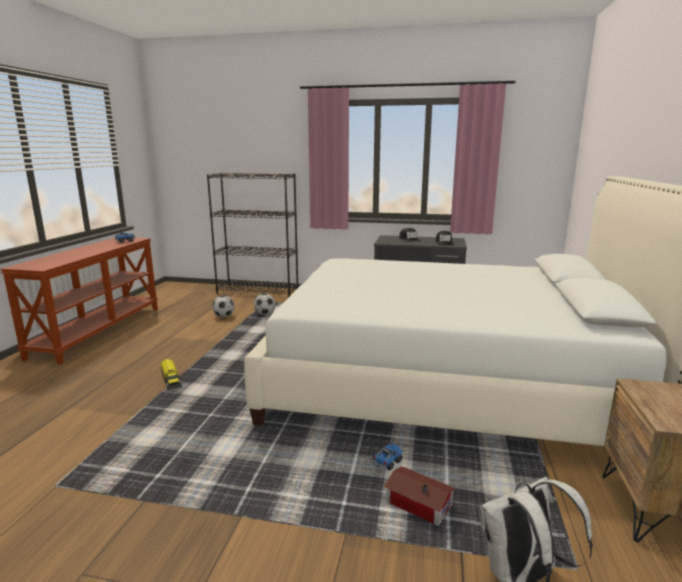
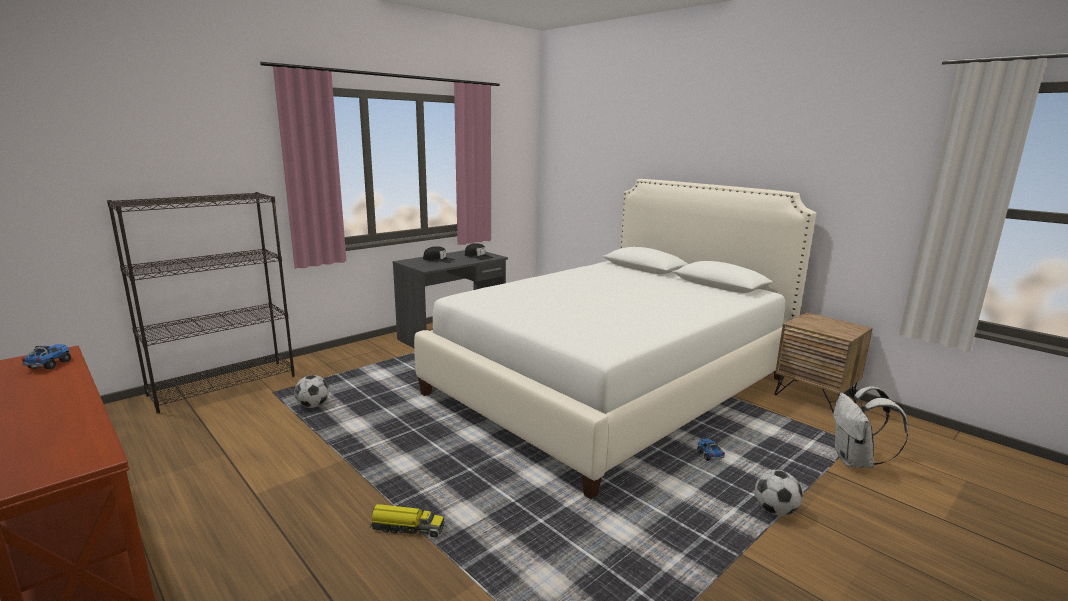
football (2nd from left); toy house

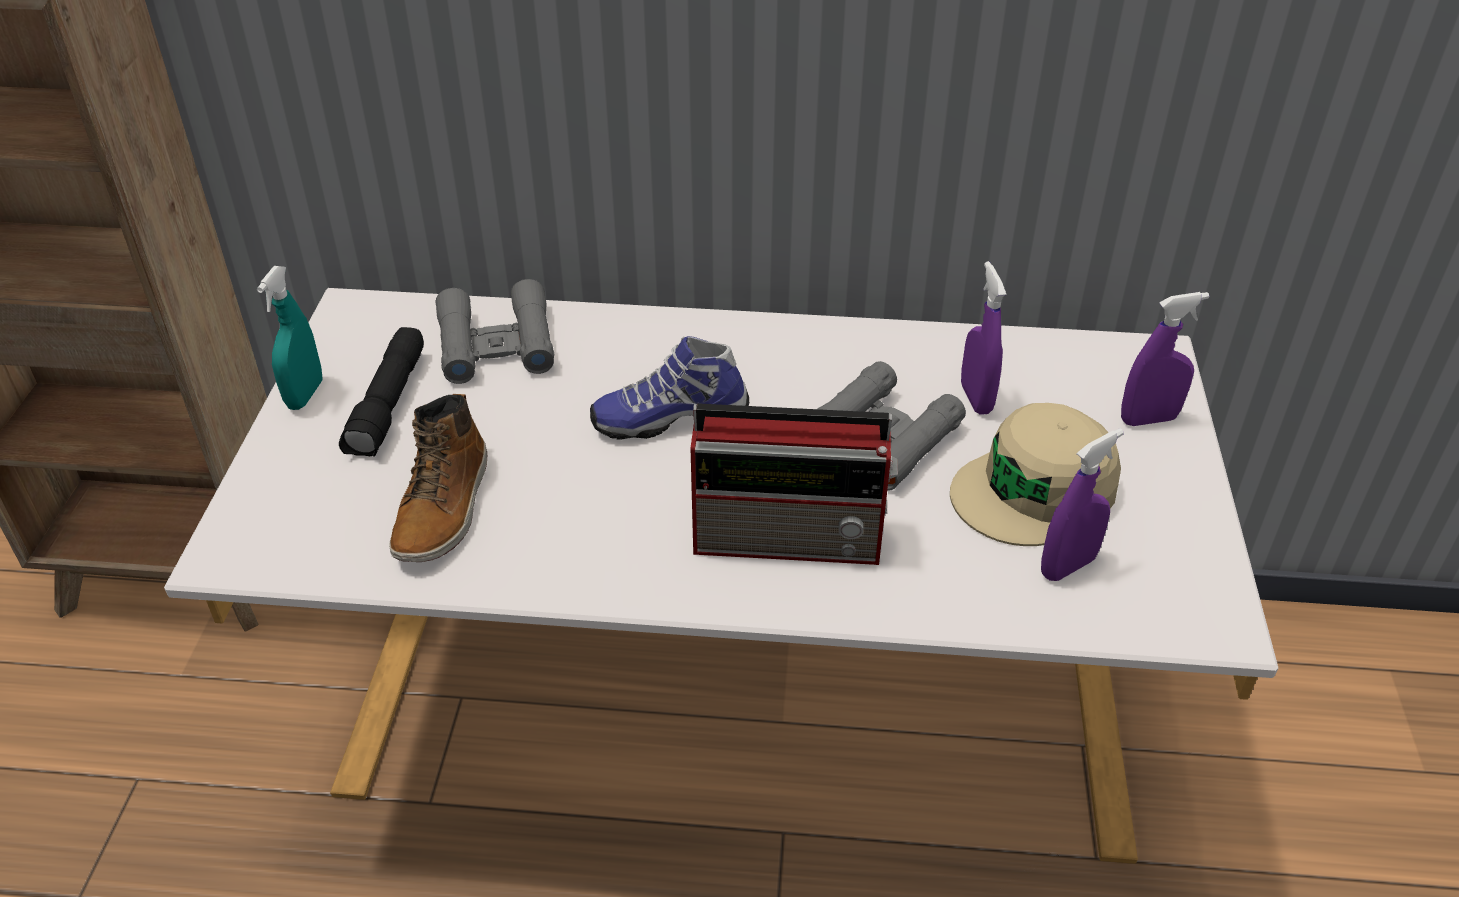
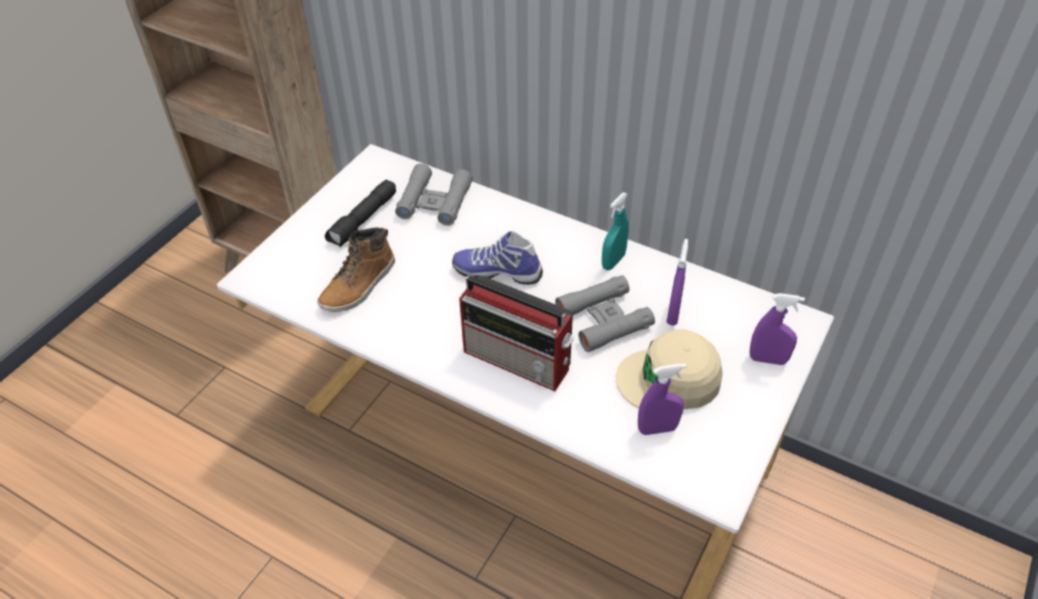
turquoise spray bottle

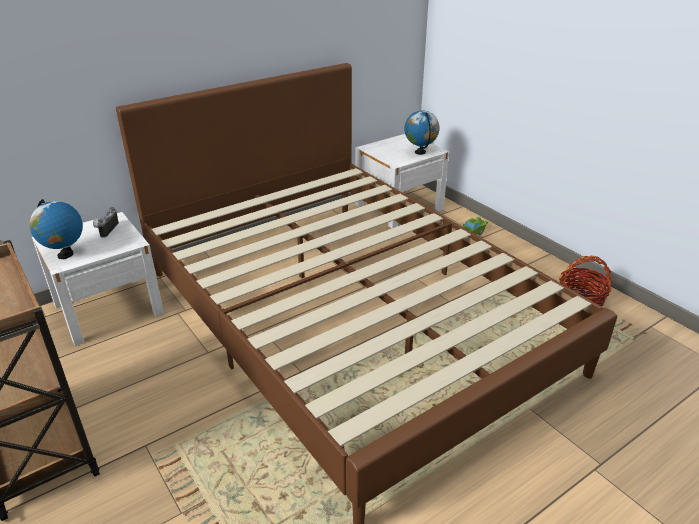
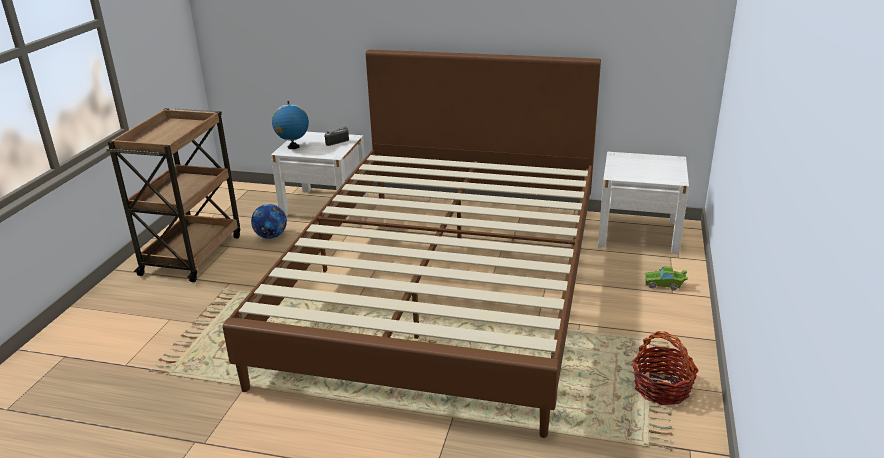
globe (2nd from left in the first image); football

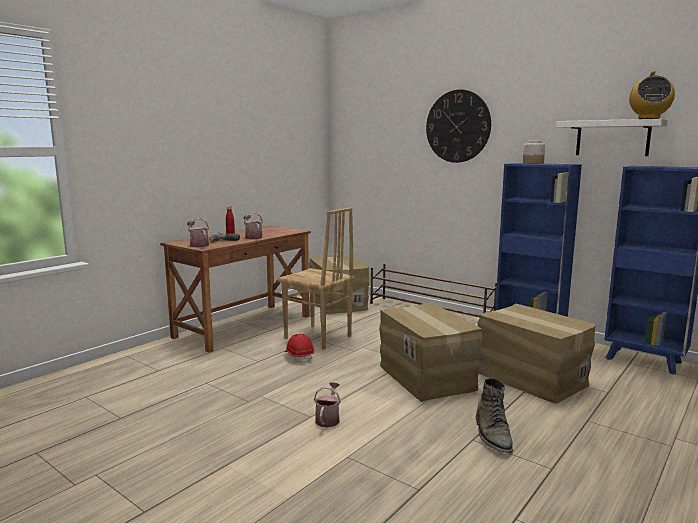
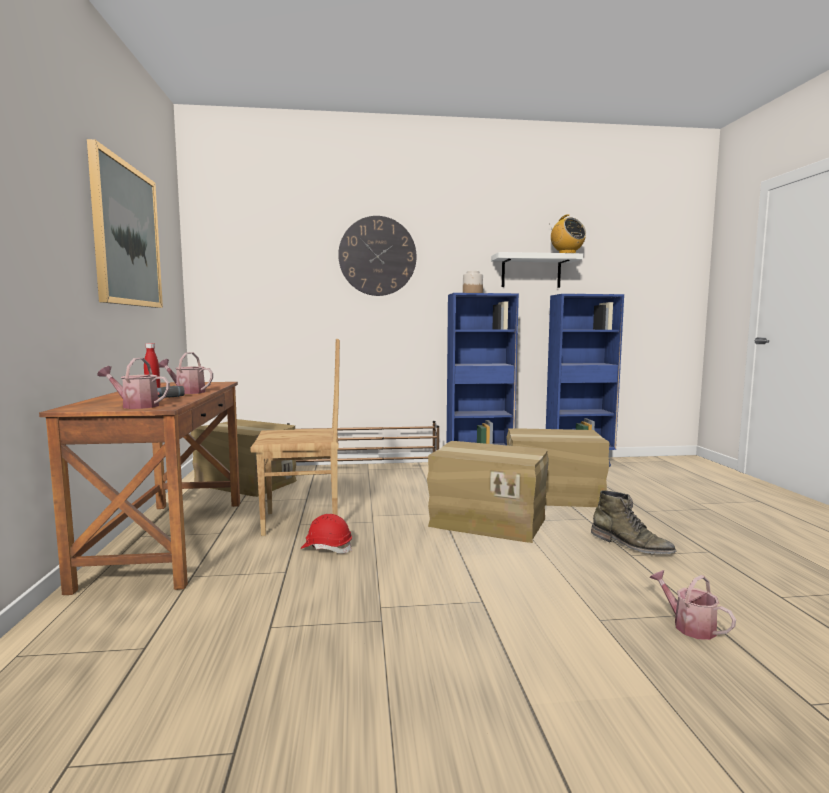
watering can (3rd from left); picture

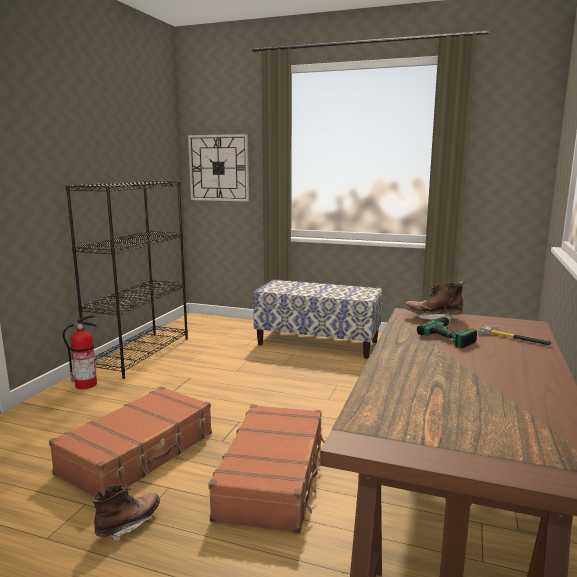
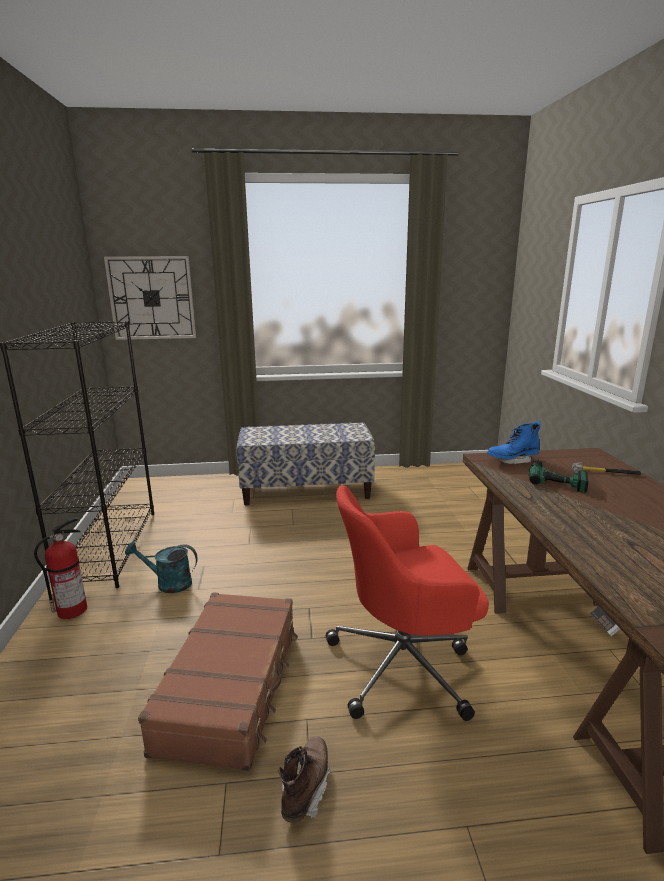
red office chair; blue boot; turquoise watering can

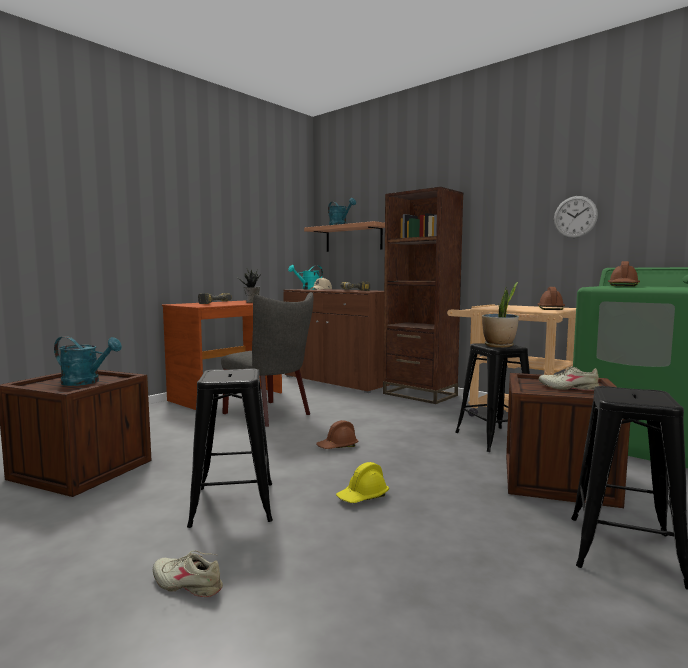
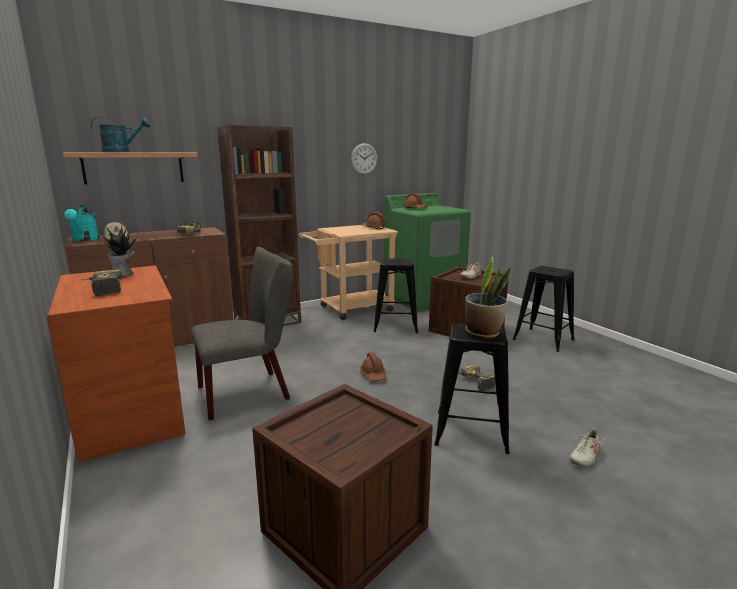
turquoise watering can (1st from left in the first image); power drill (3rd from left); potted plant (2nd from left)

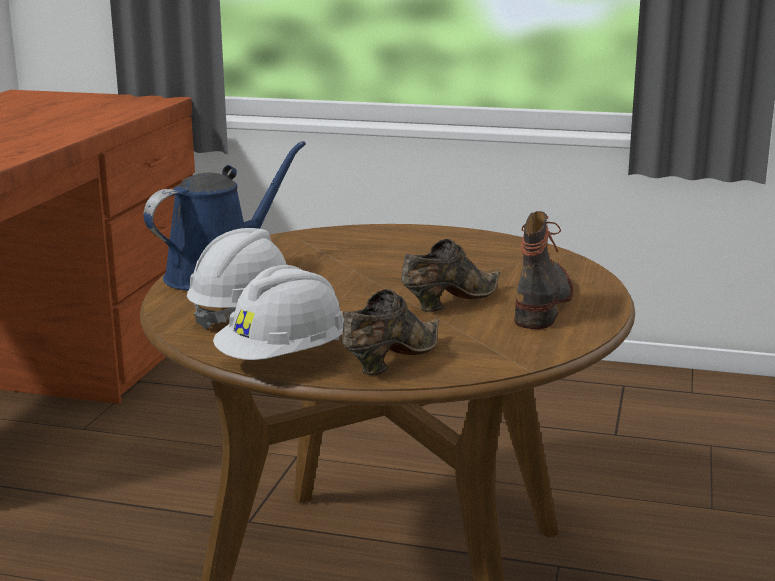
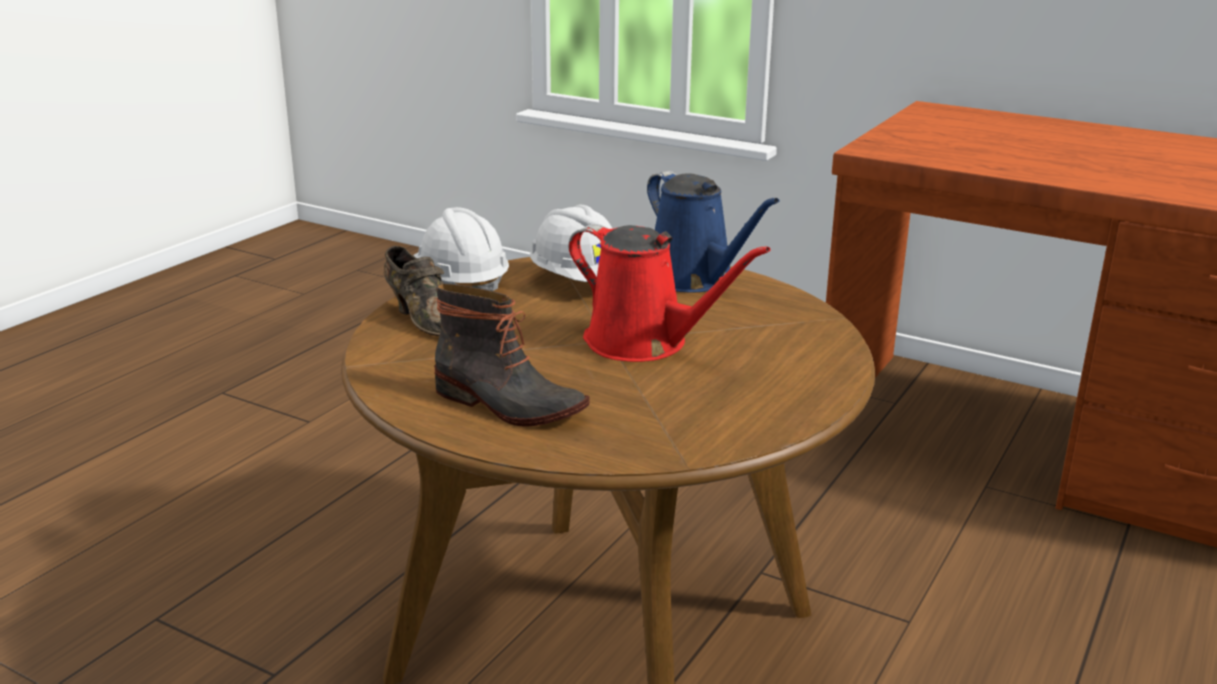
brown shoe (2nd from left in the first image); red watering can

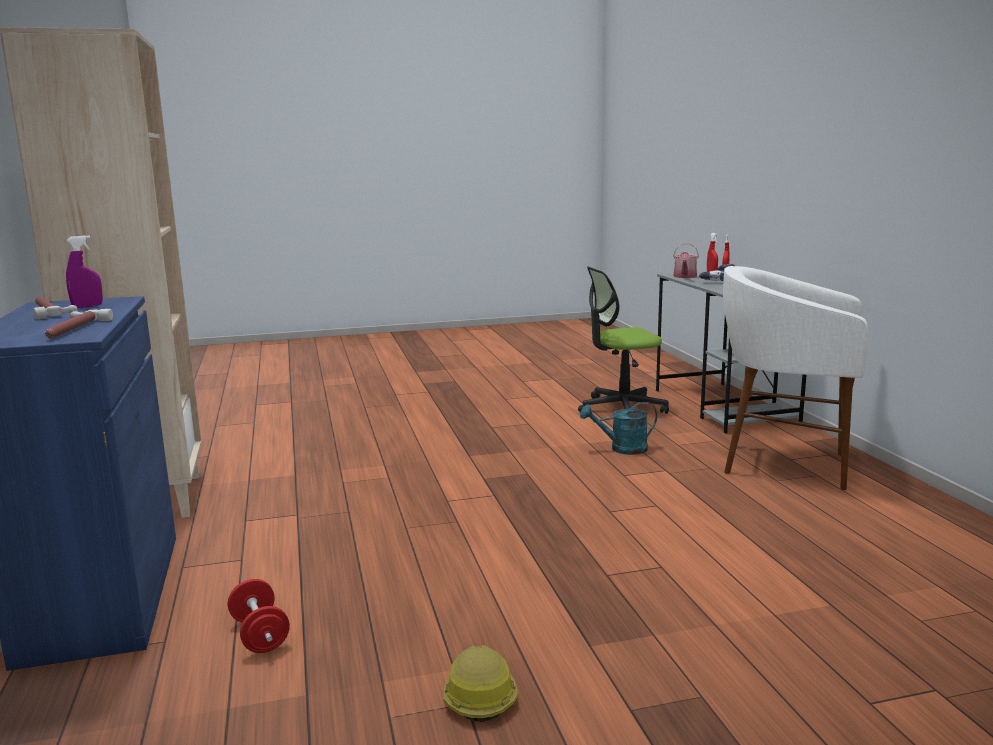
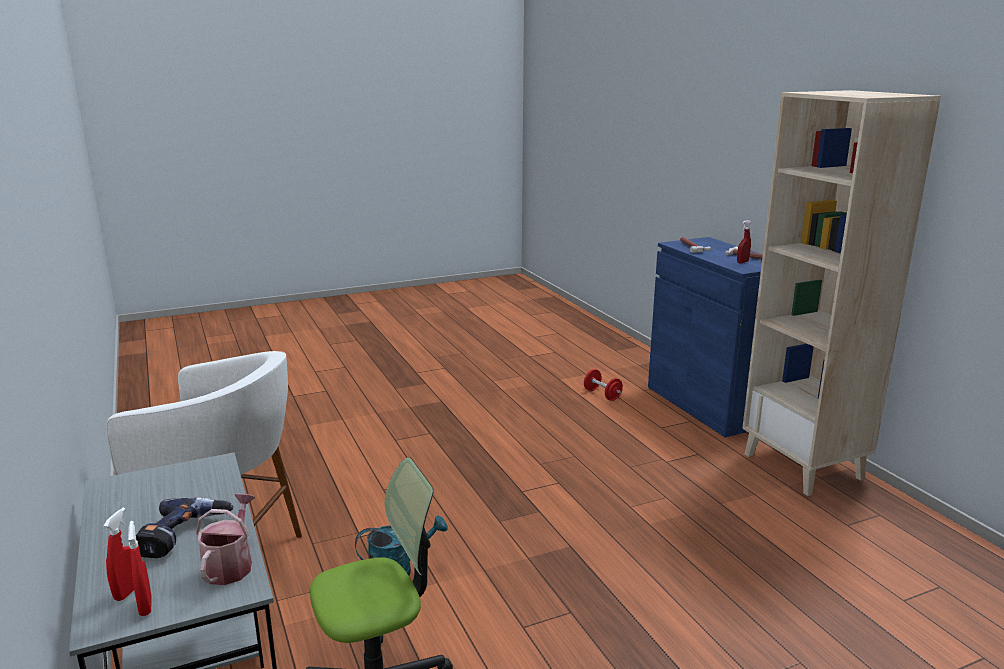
red spray bottle (3rd from left); hard hat

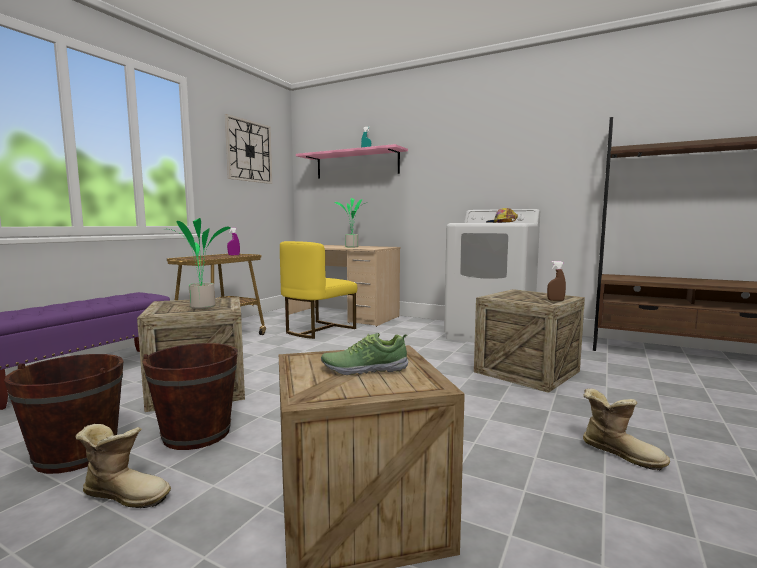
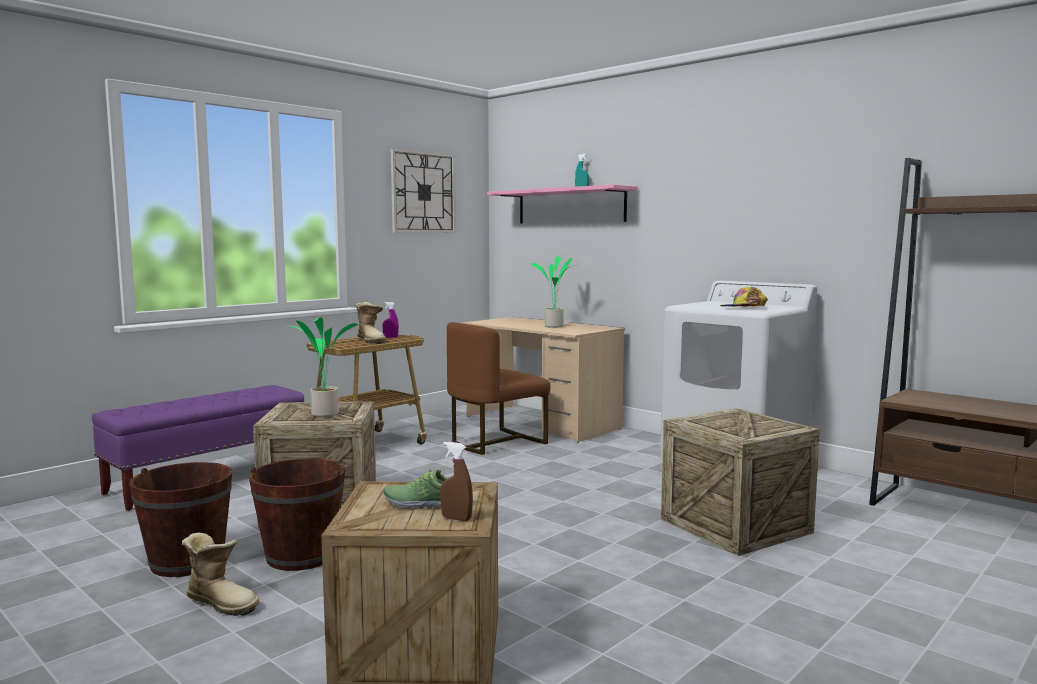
brown chair; brown spray bottle; boot (2nd from left)

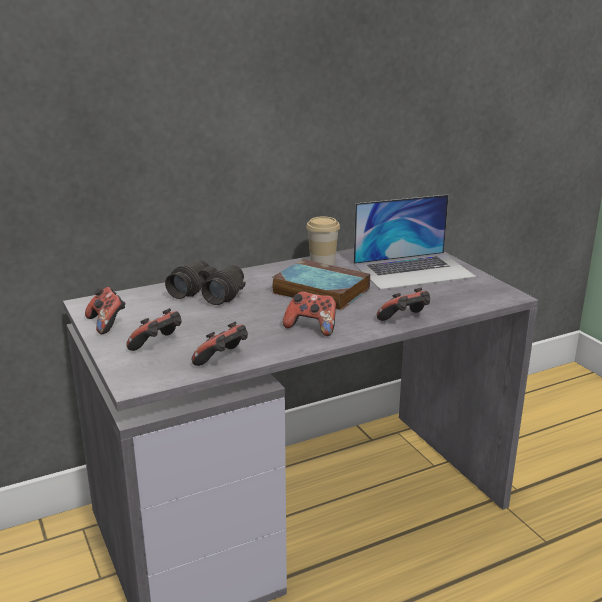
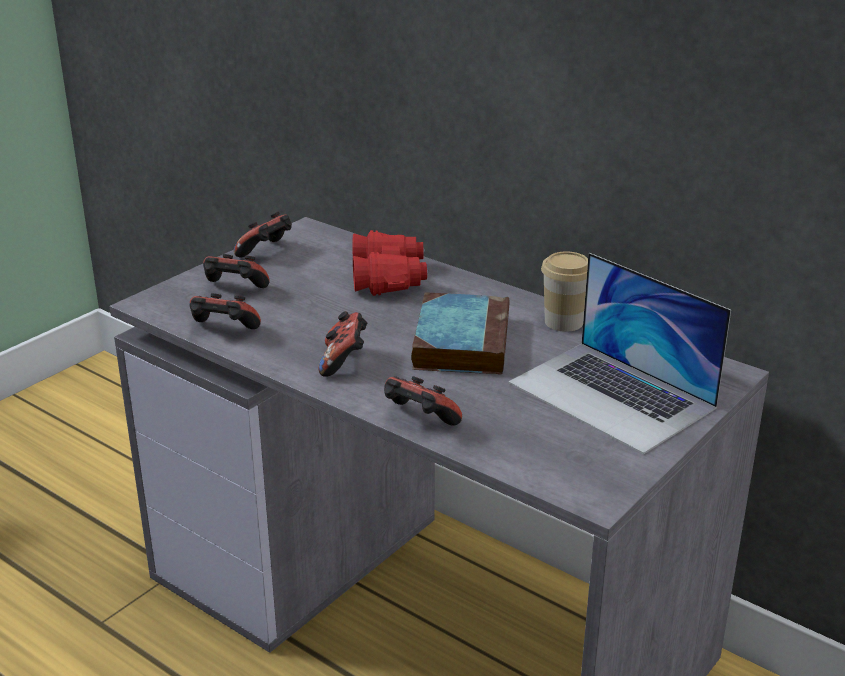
red binoculars

